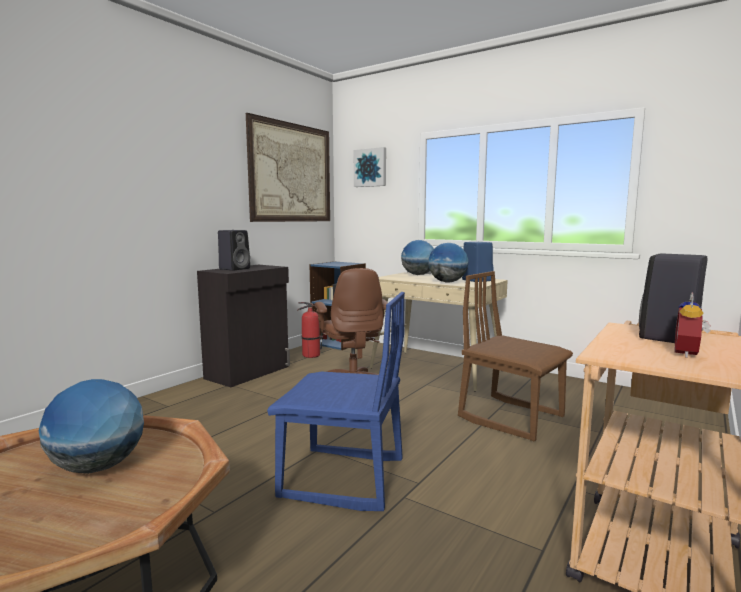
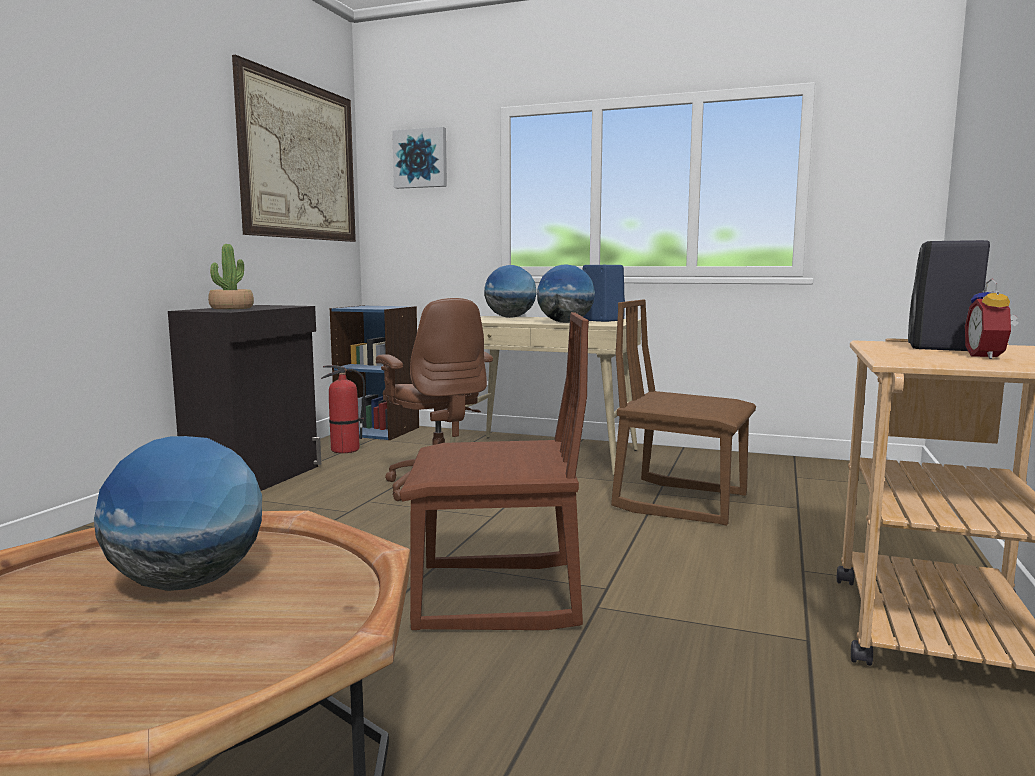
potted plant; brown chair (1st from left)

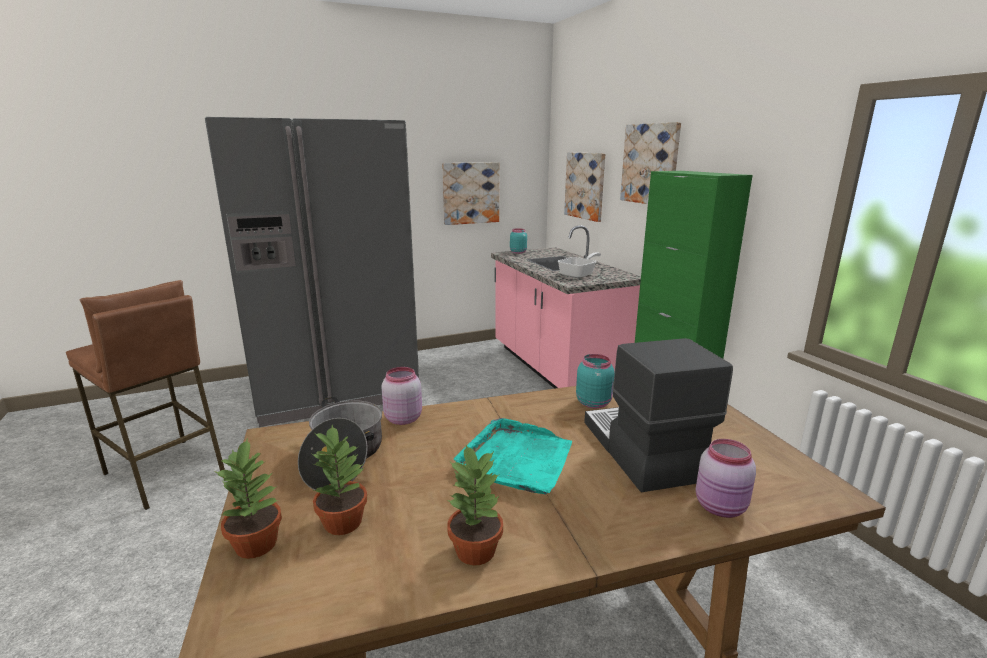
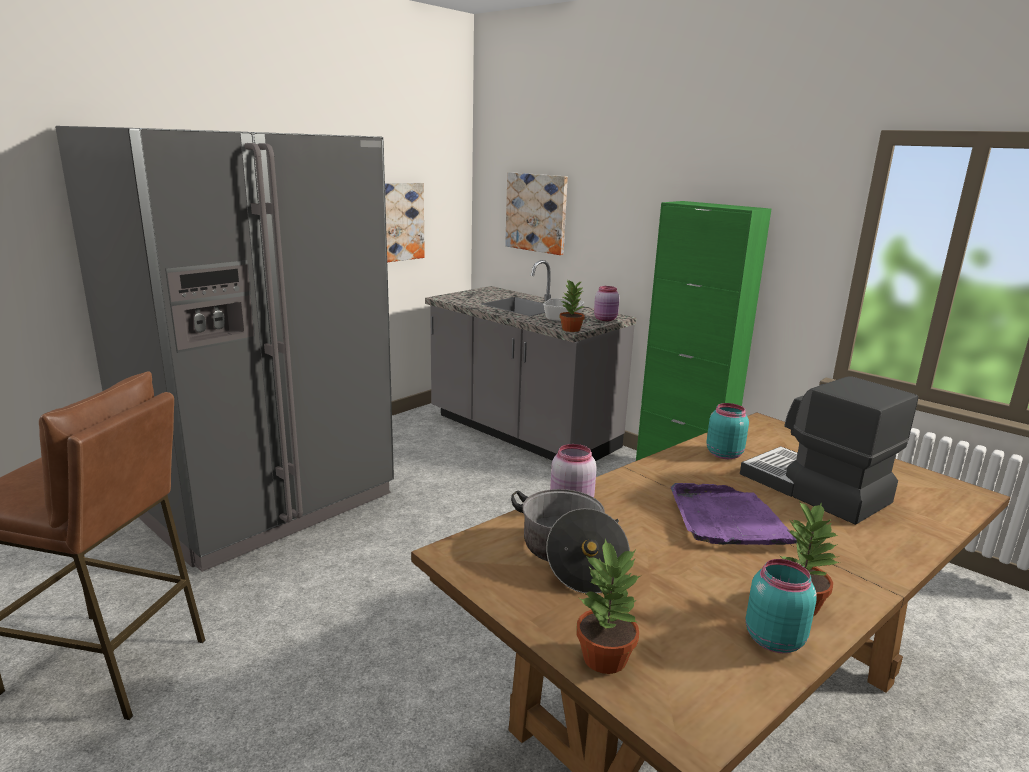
potted plant (1st from left); purple tray; grey counter; turquoise jar (2nd from left); picture (3rd from left in the first image); pink jar (2nd from left)

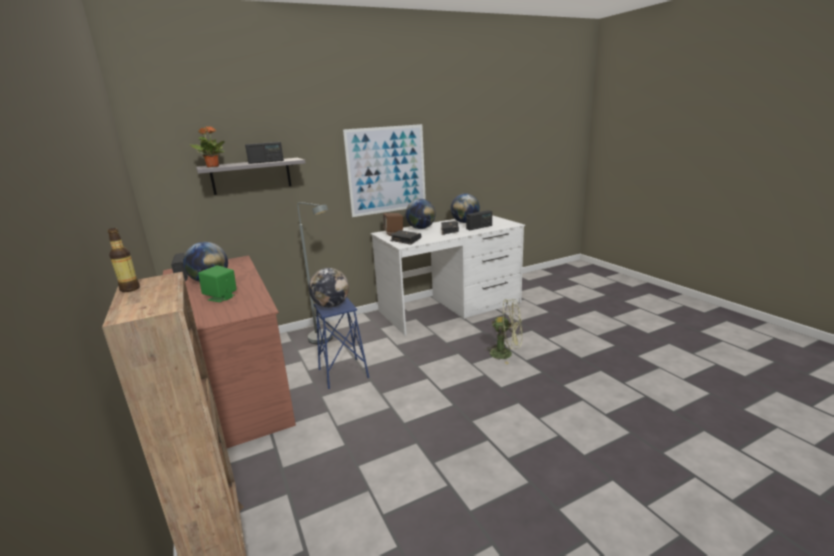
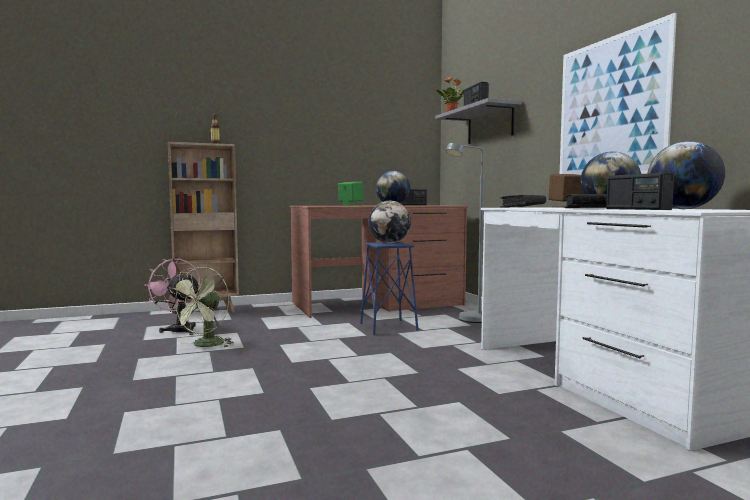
green fan; pink fan

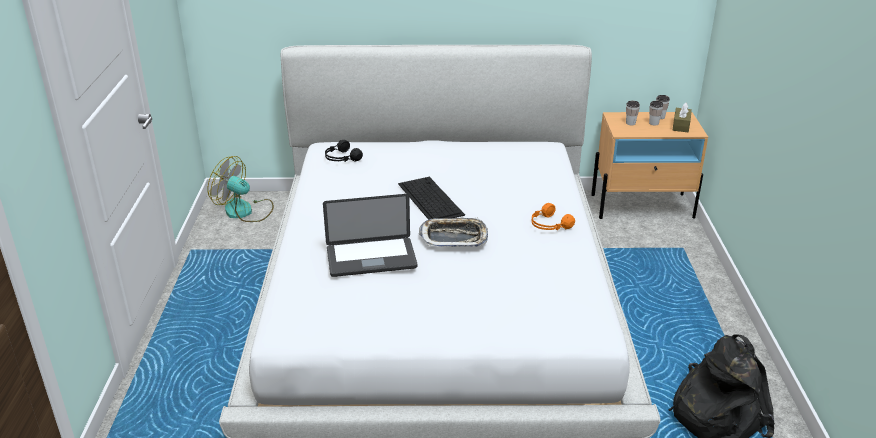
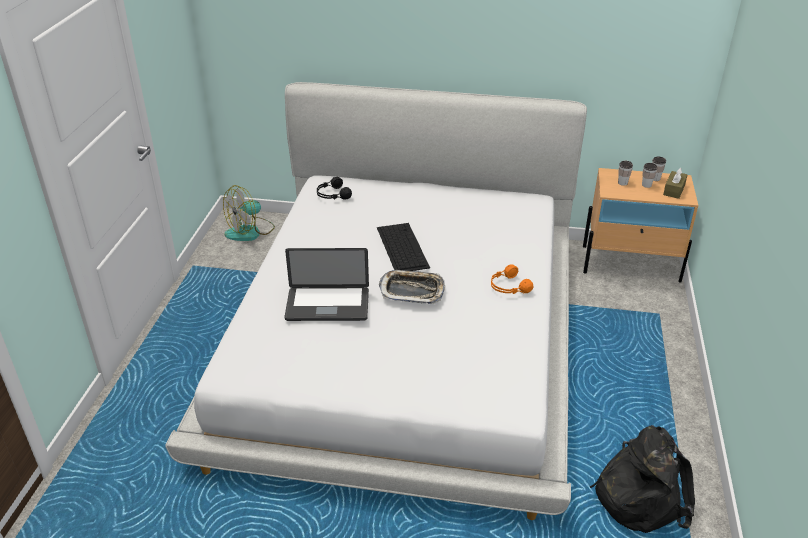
fan

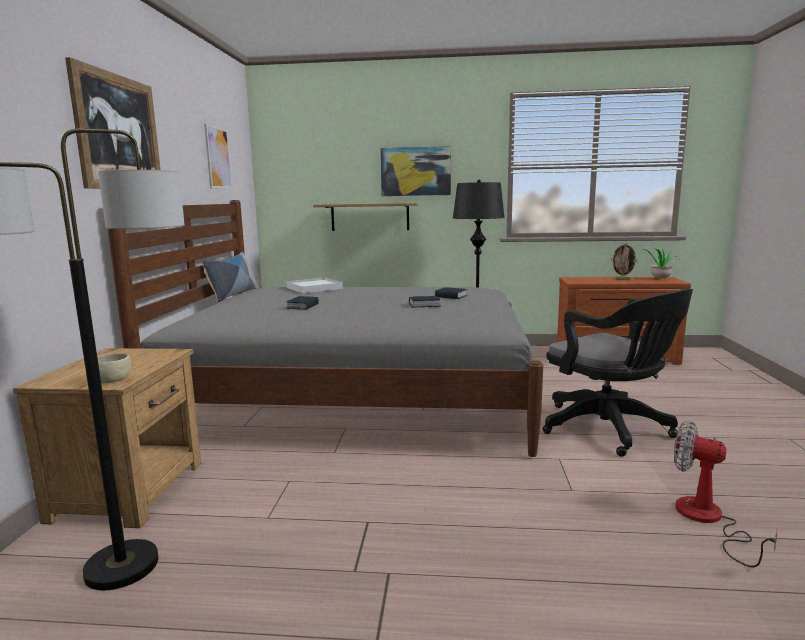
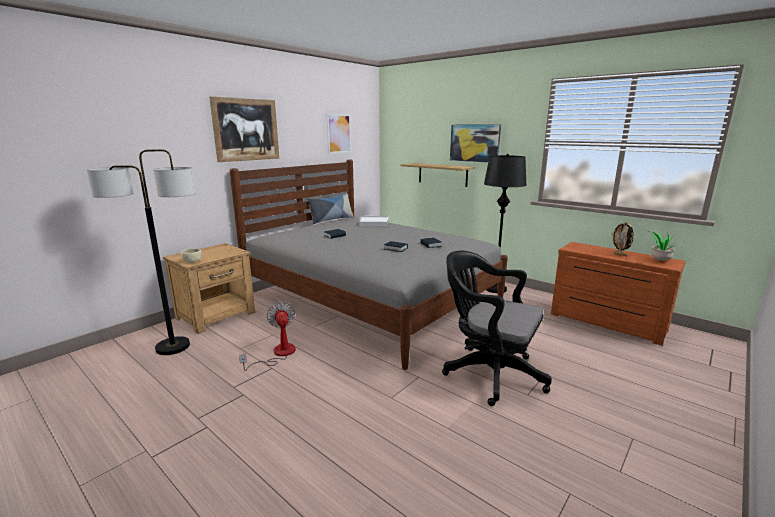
black office chair; fan

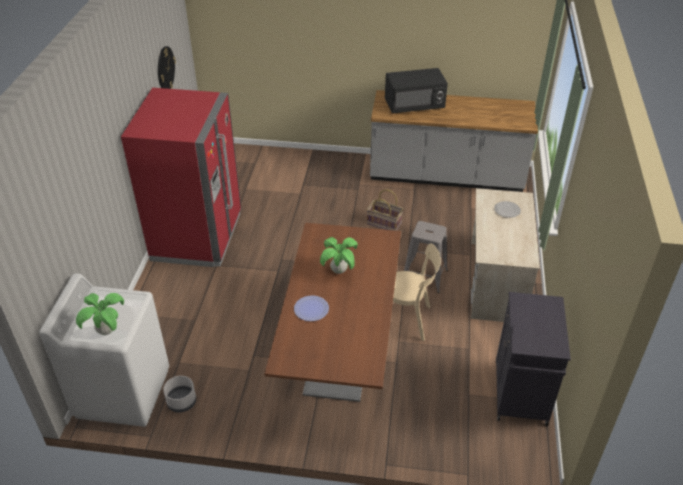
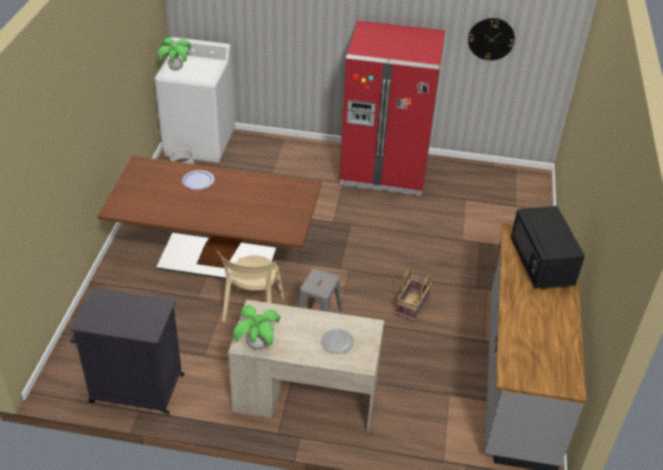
potted plant (2nd from left)

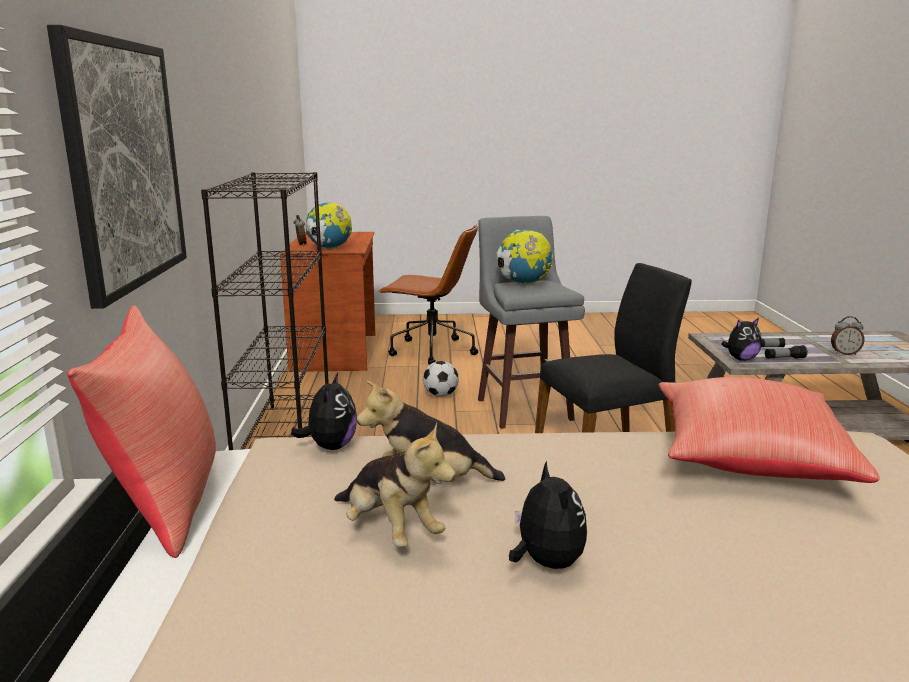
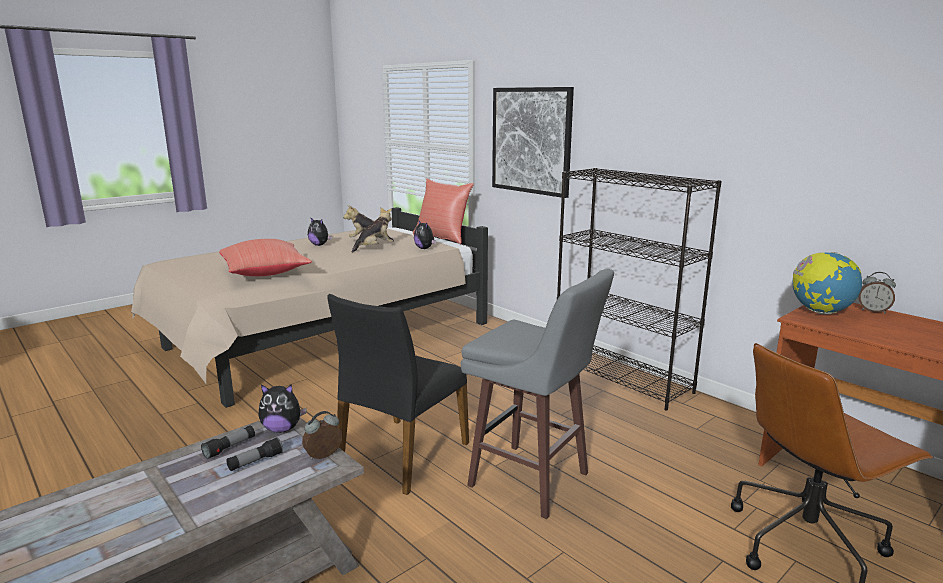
football; globe (2nd from left in the first image); plush toy (1st from left); alarm clock (1st from left)

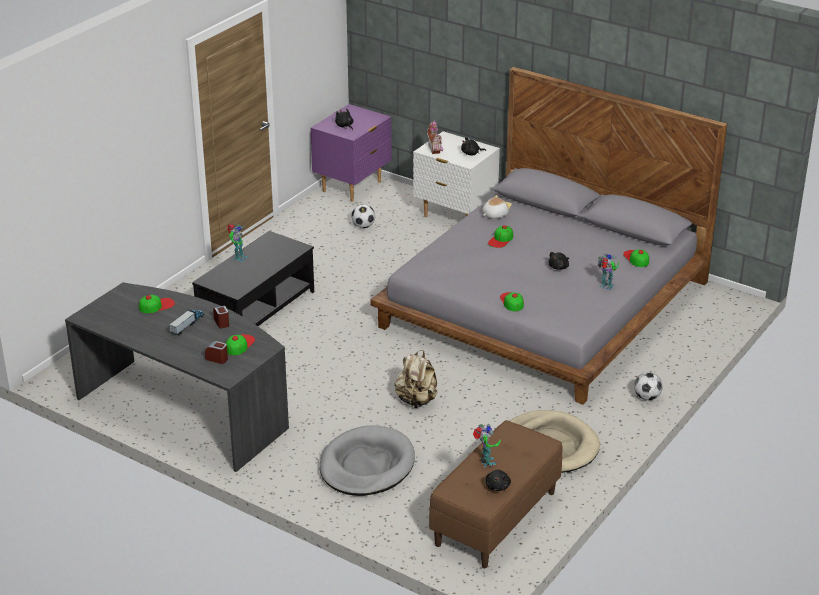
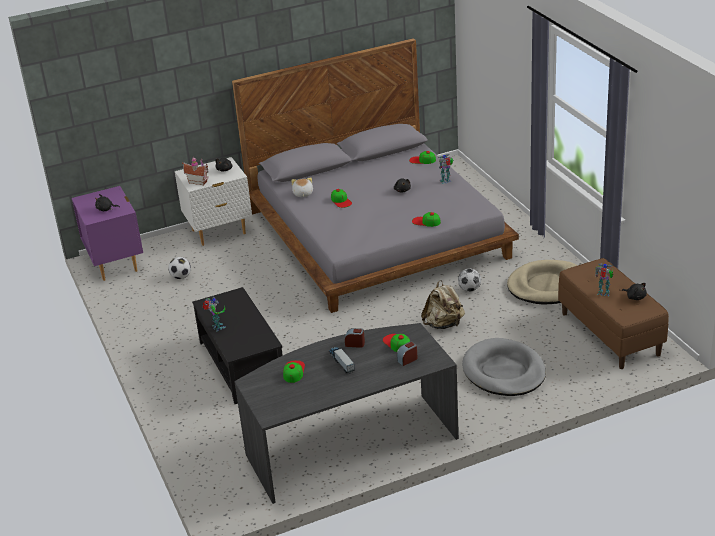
football (2nd from left)

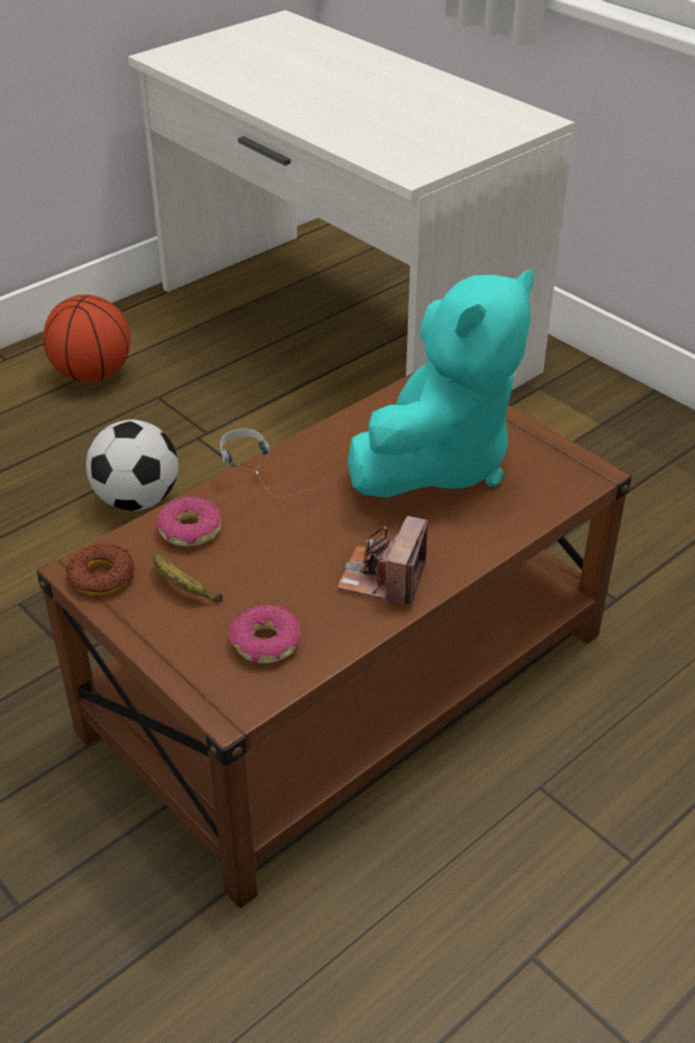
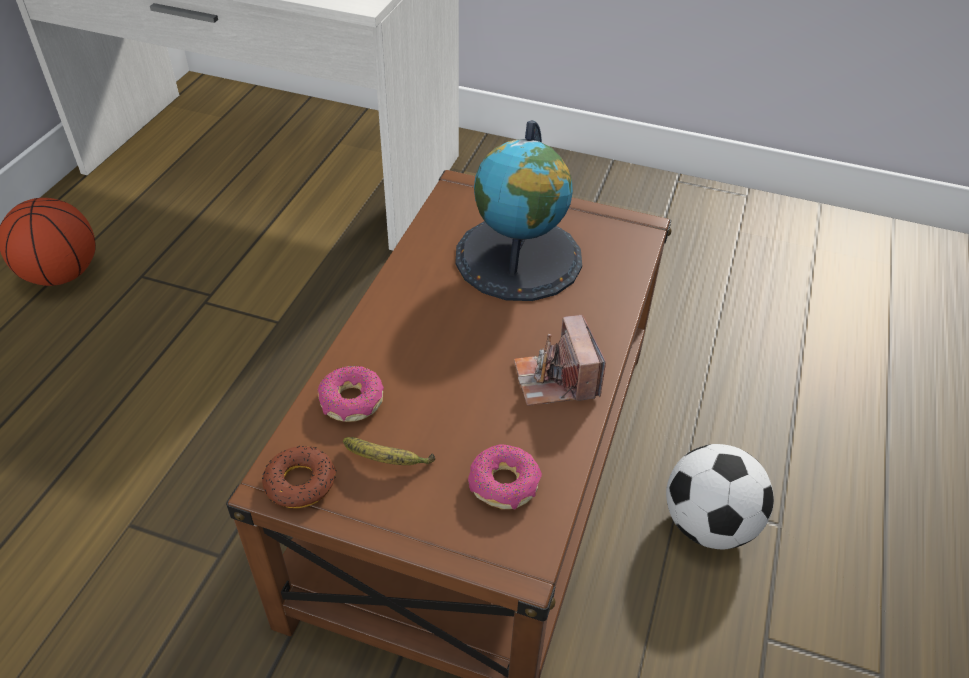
football; headphones; globe

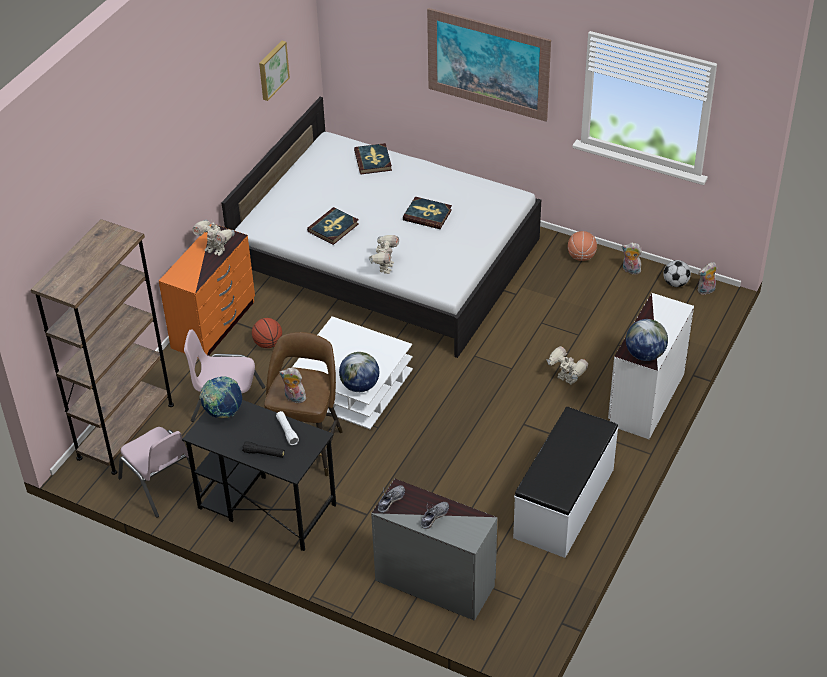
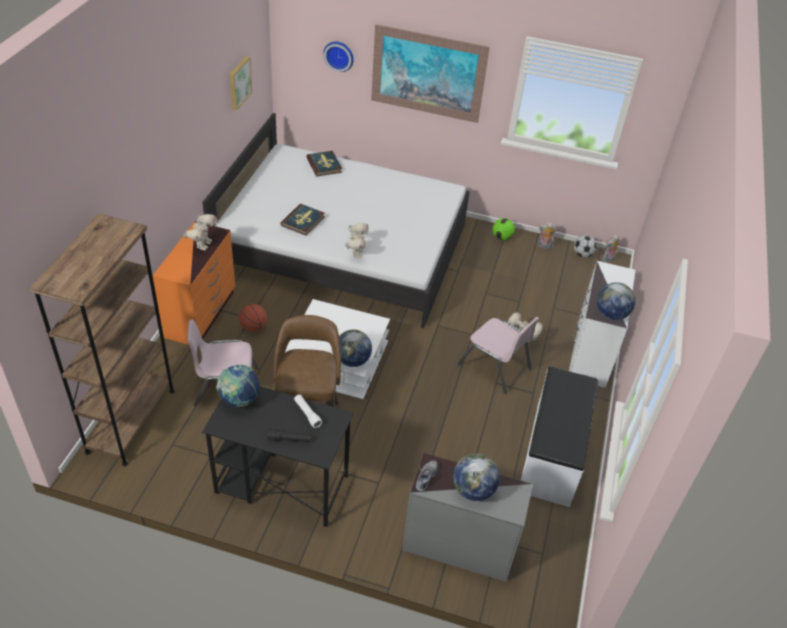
pink chair (2nd from left); toy robot (1st from left); plush toy (1st from left in the first image); book (3rd from left in the first image); globe (3rd from left); football (1st from left); wall clock

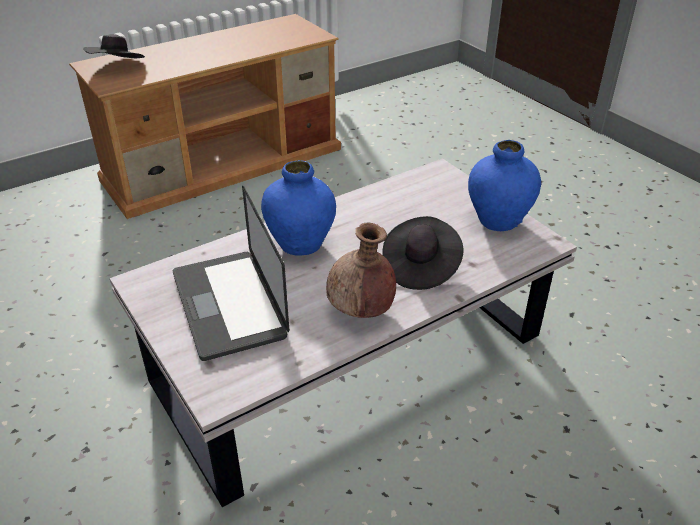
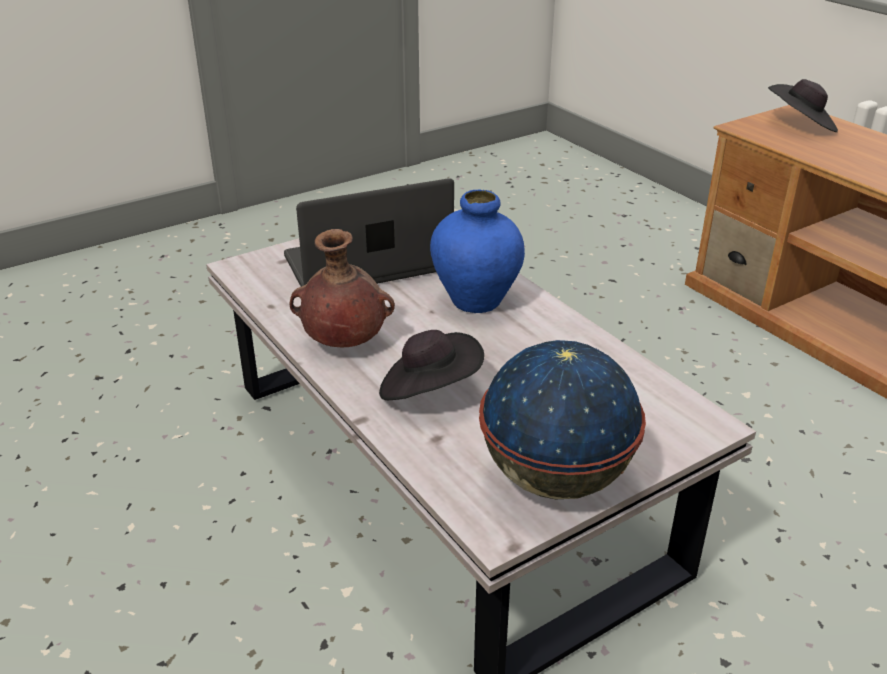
globe

